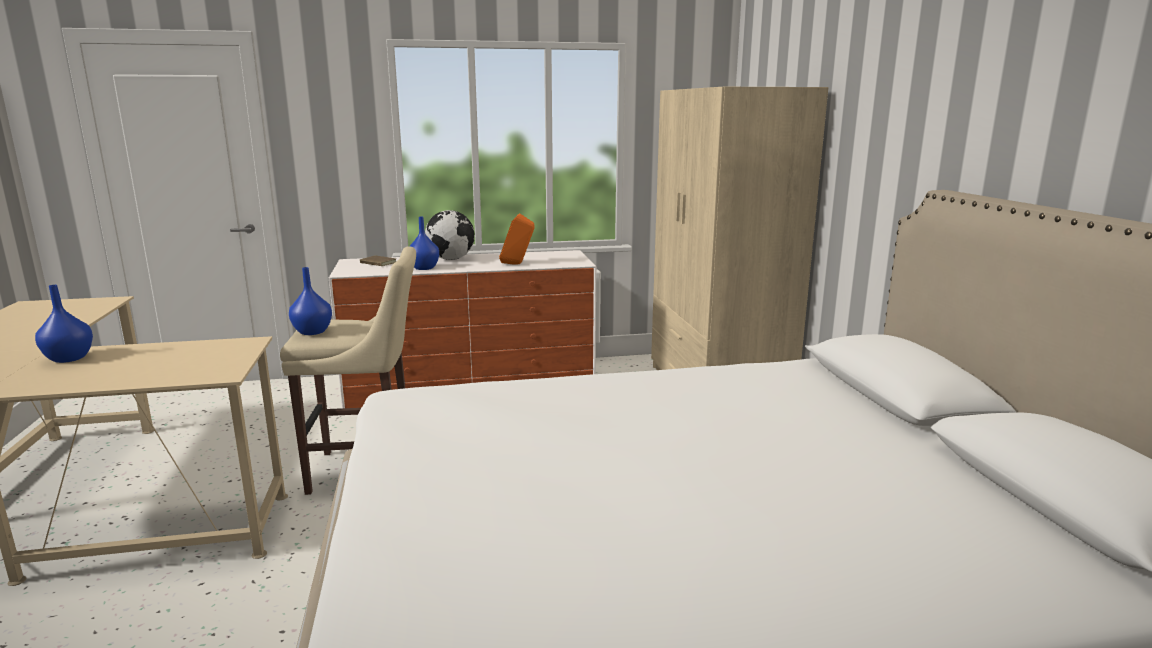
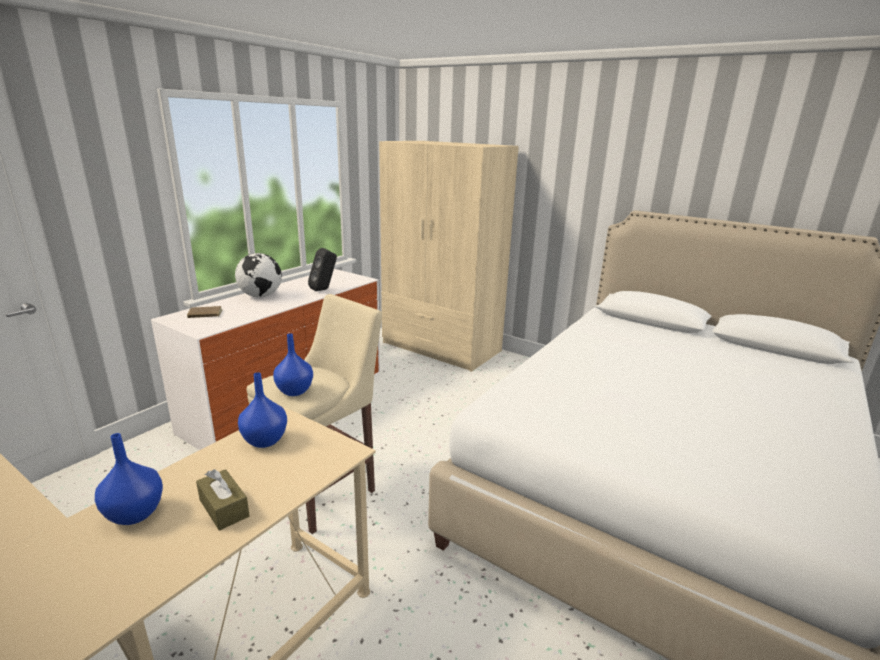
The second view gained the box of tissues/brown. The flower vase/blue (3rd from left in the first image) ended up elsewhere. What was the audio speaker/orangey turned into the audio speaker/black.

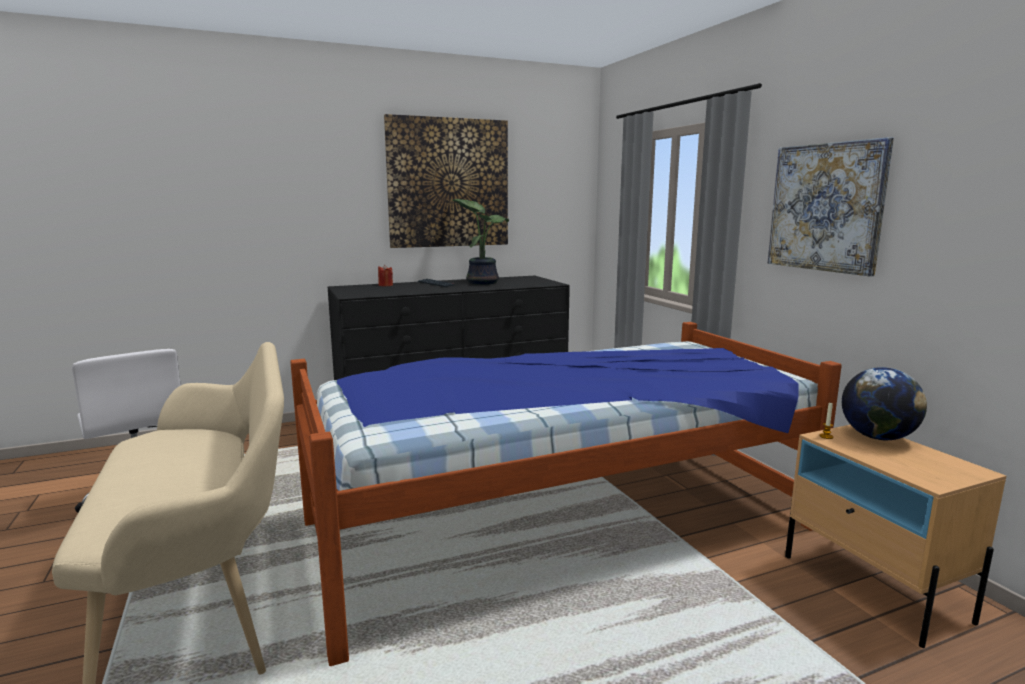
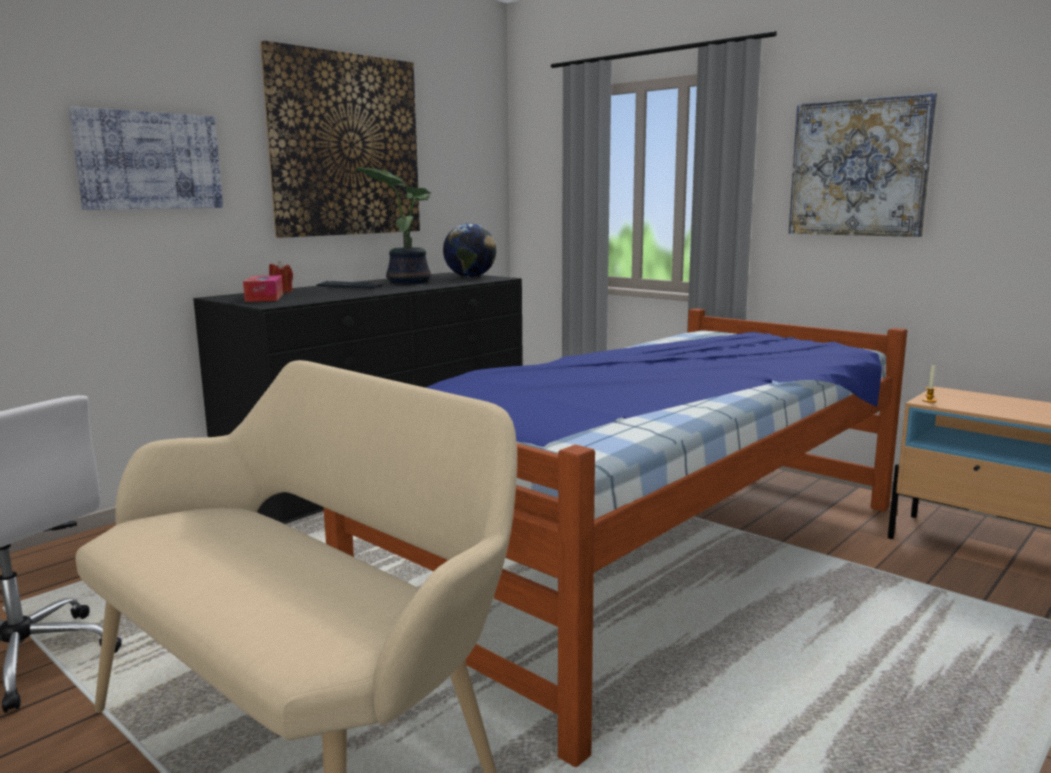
The second view gained the picture (1st from left). The second view gained the box of tissues. The world globe ended up elsewhere.

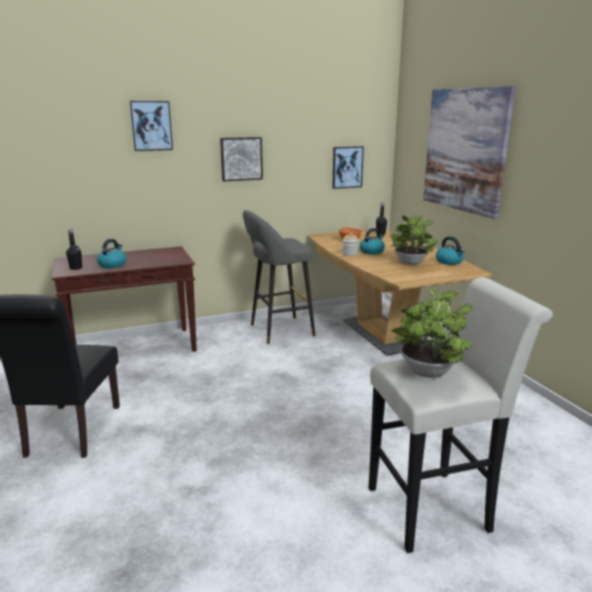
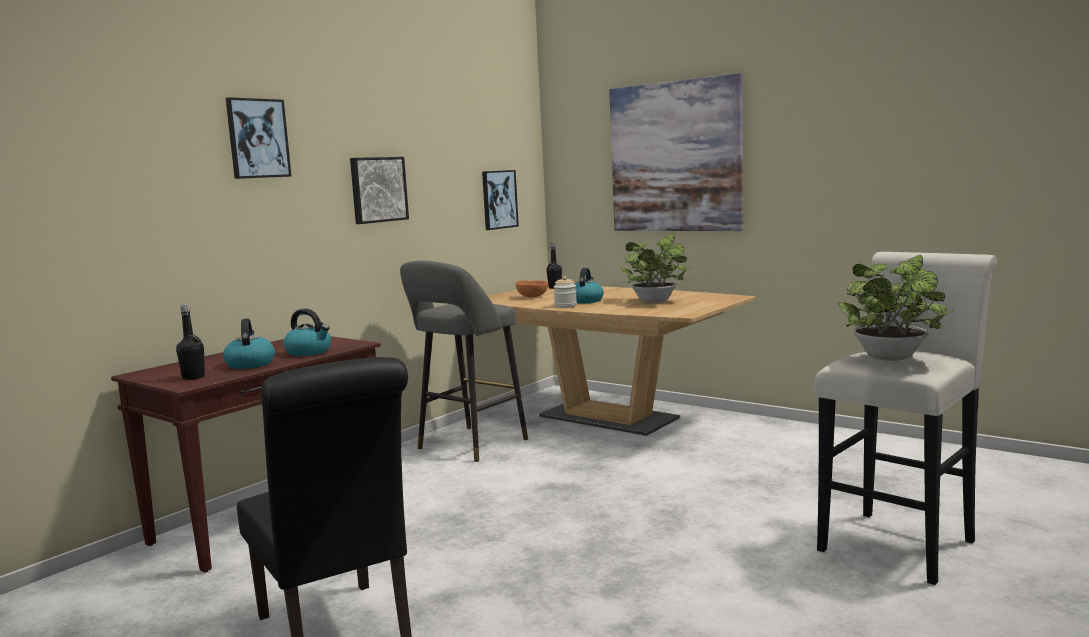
The kettle (3rd from left in the first image) ended up elsewhere.

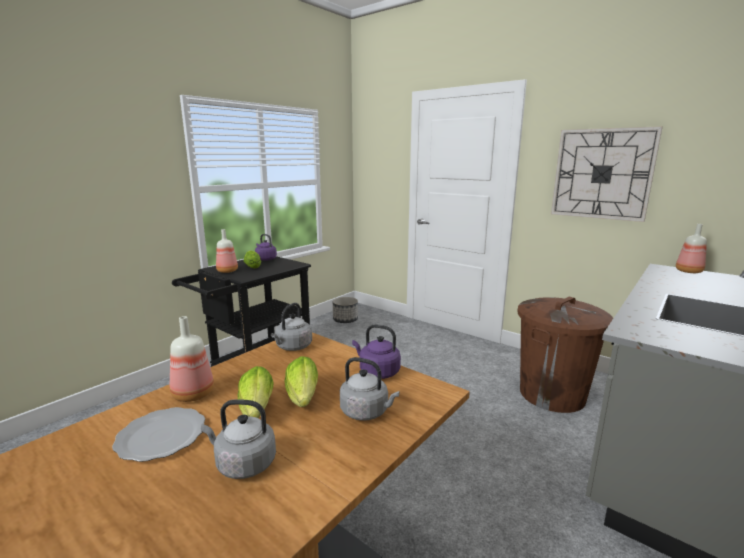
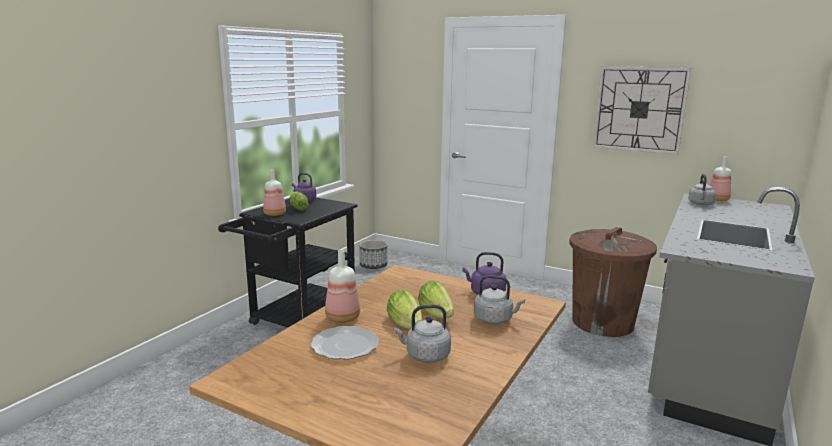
The kettle/gray (2nd from left in the first image) ended up elsewhere.

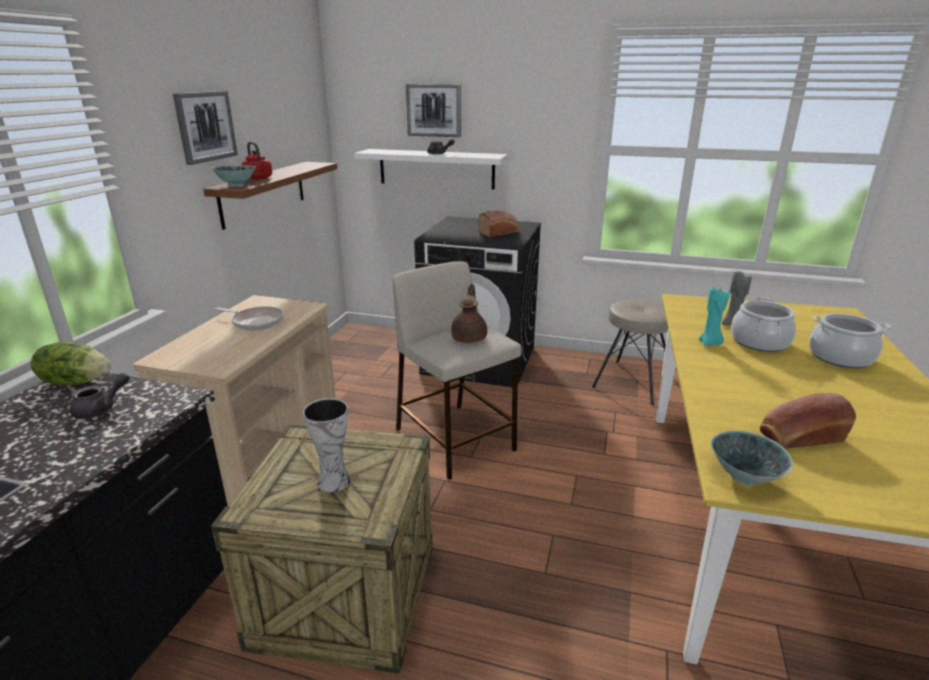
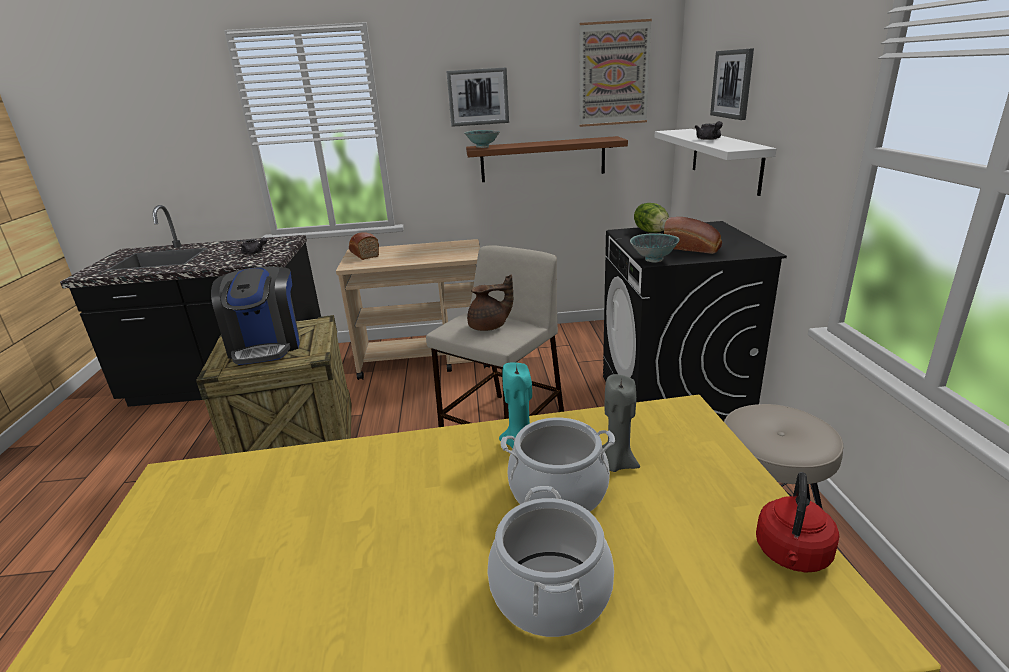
Where the flower vase stood, the coffee brewer came to stand. The bakery bread (2nd from left in the first image) ended up elsewhere. The second view gained the picture (2nd from left). The deep dish (2nd from left) ended up elsewhere. The head of lettuce ended up elsewhere. The kettle/reddish ended up elsewhere. The second view lost the skillet.

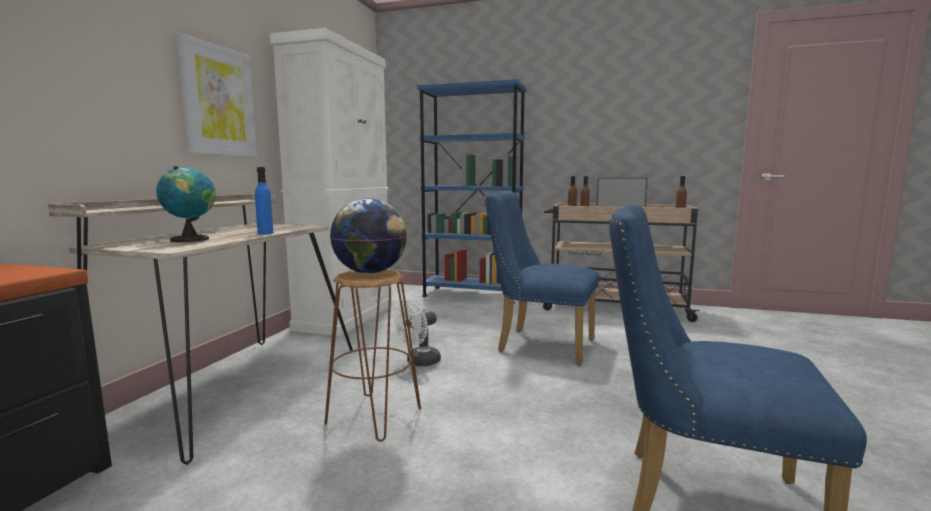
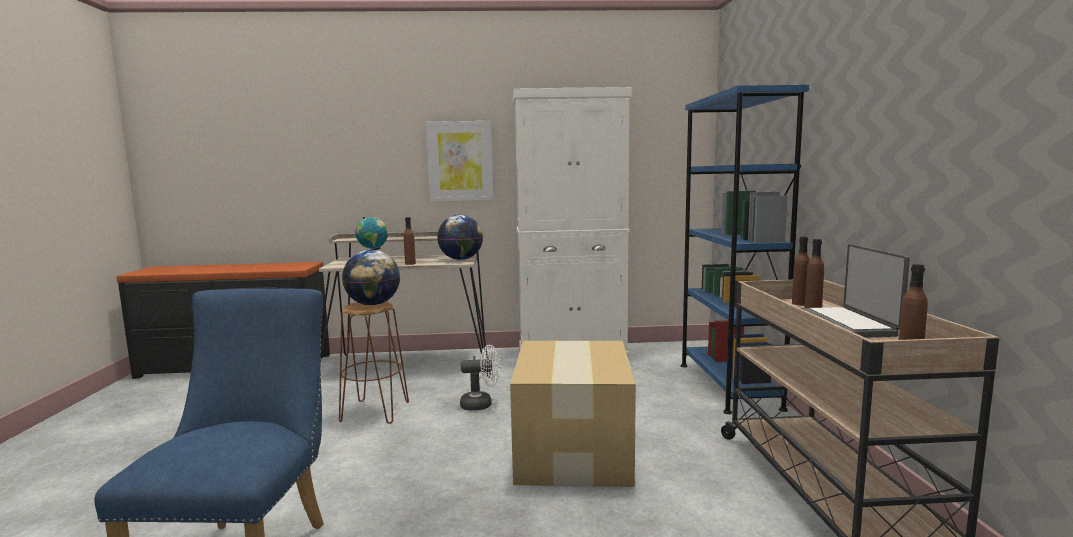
What was the drink bottle/blue turned into the drink bottle/brown (1st from left). The second view gained the world globe (3rd from left). The fan/white-coloured ended up facing another way, 150 degrees clockwise from before. Where the upright chair/blue (1st from left) stood, the packing box came to stand.

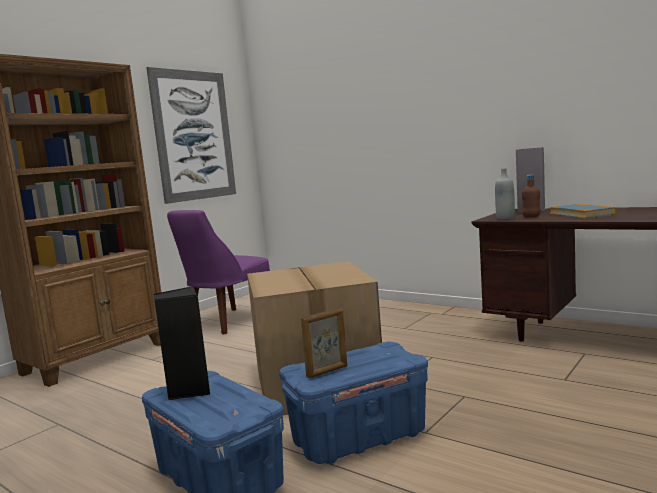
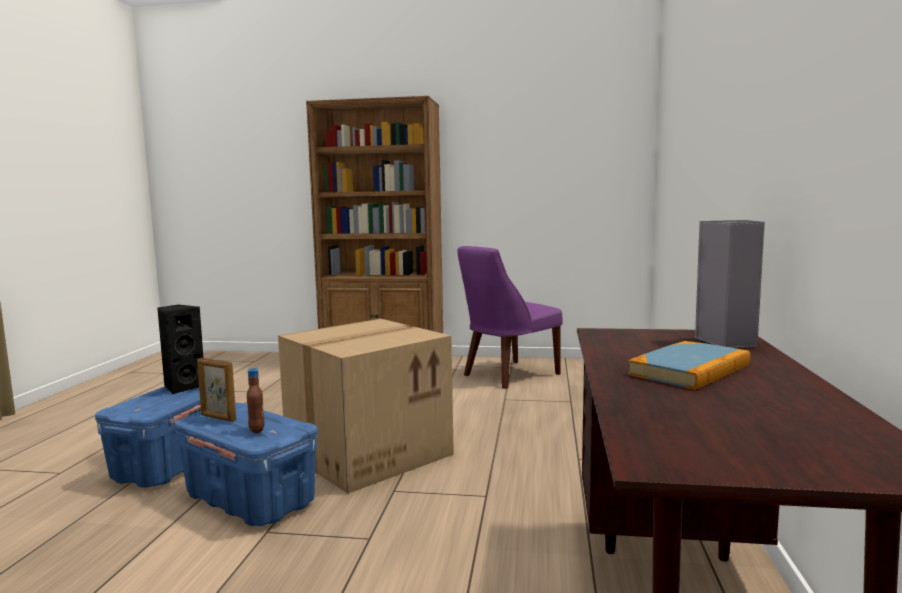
The drink bottle/brown ended up elsewhere. The upright chair/purple-coloured ended up facing another way, 45 degrees counterclockwise from before. The second view lost the picture. The second view lost the drink bottle/gray.

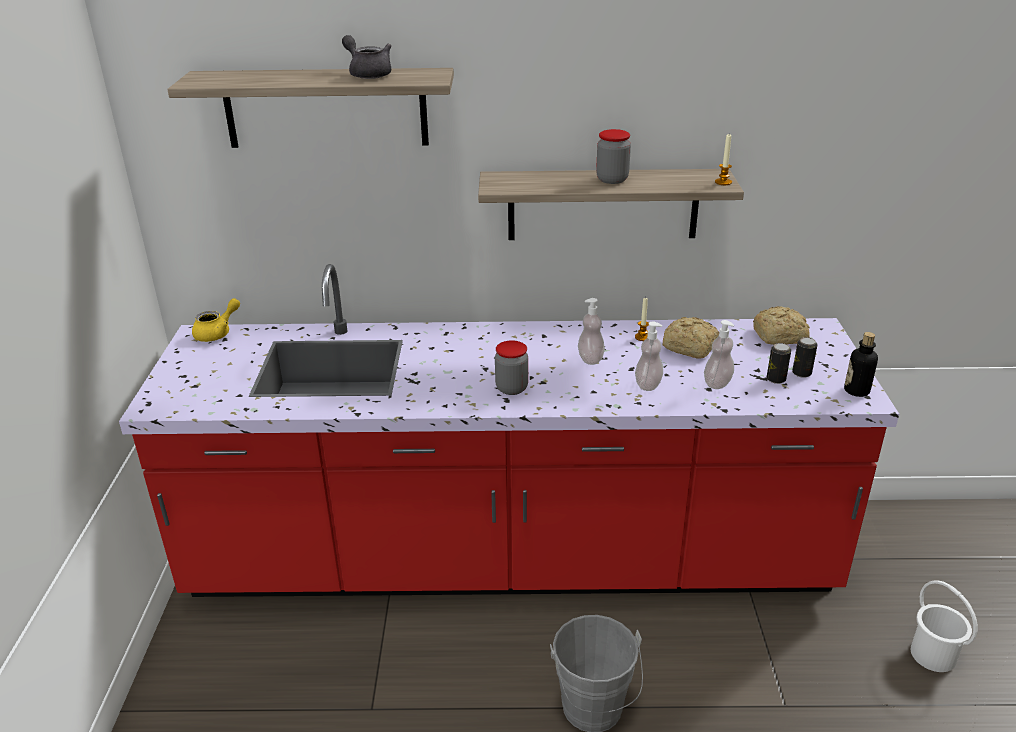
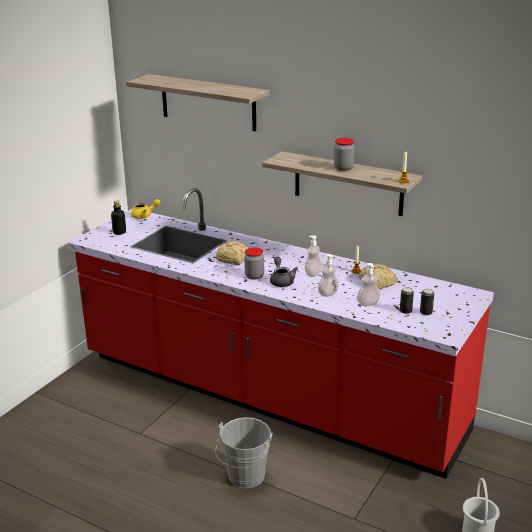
The drink bottle ended up elsewhere. The bakery bread (2nd from left in the first image) ended up elsewhere. The pot for tea/gray ended up elsewhere.

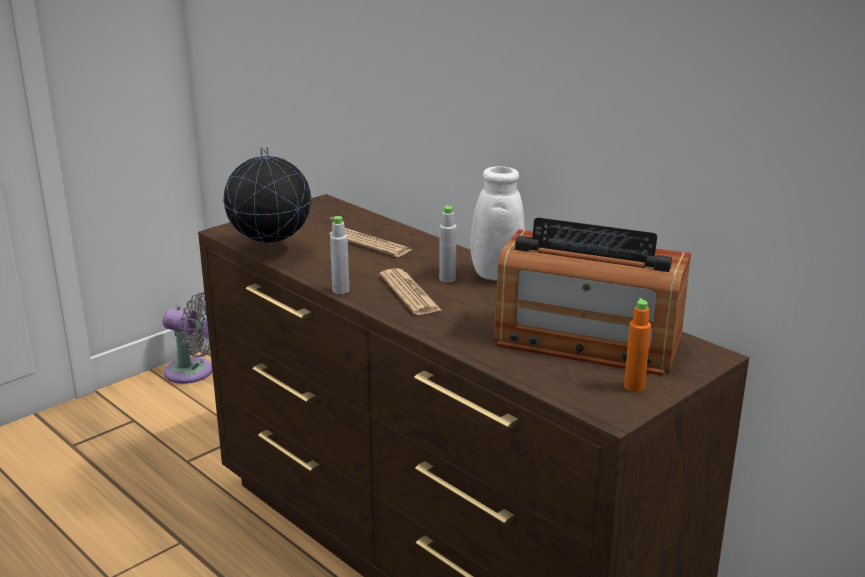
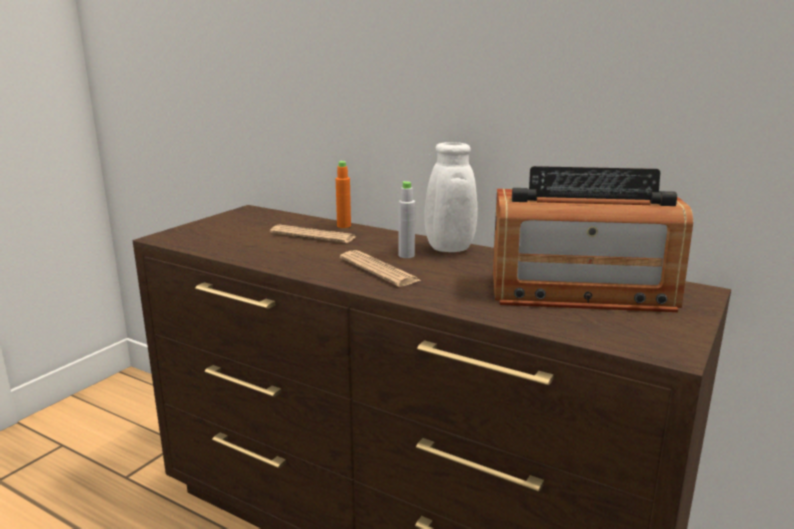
The drink bottle/orangey ended up elsewhere. The second view lost the fan/gray. The second view lost the world globe. The second view lost the drink bottle/gray (1st from left).

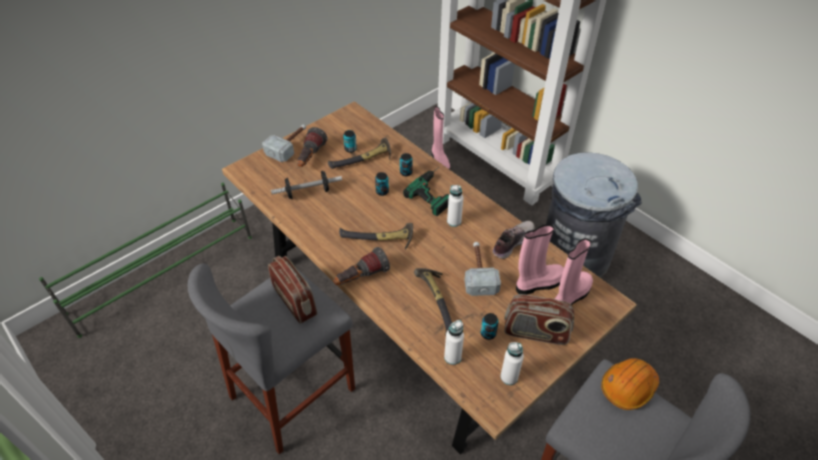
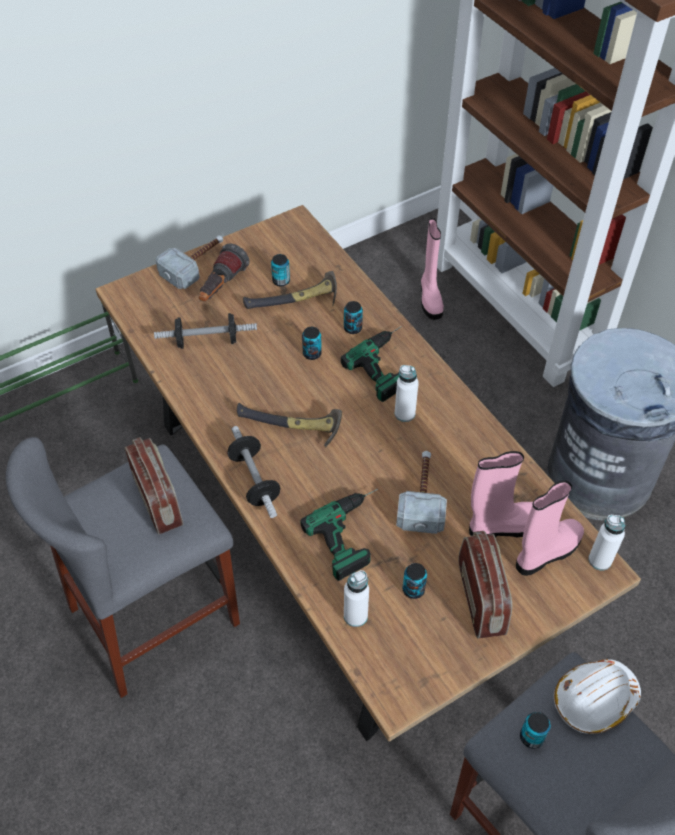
Where the hand torch (2nd from left) stood, the dumbbell (2nd from left) came to stand. Where the tool hammer (4th from left) stood, the power drill (1st from left) came to stand. The radio receiver (2nd from left) ended up facing another way, 120 degrees counterclockwise from before. The second view gained the sealed can (5th from left). What was the hard hat/orangey turned into the hard hat/white-coloured. The drink bottle/white-coloured (3rd from left) ended up elsewhere. The second view lost the shoe.

